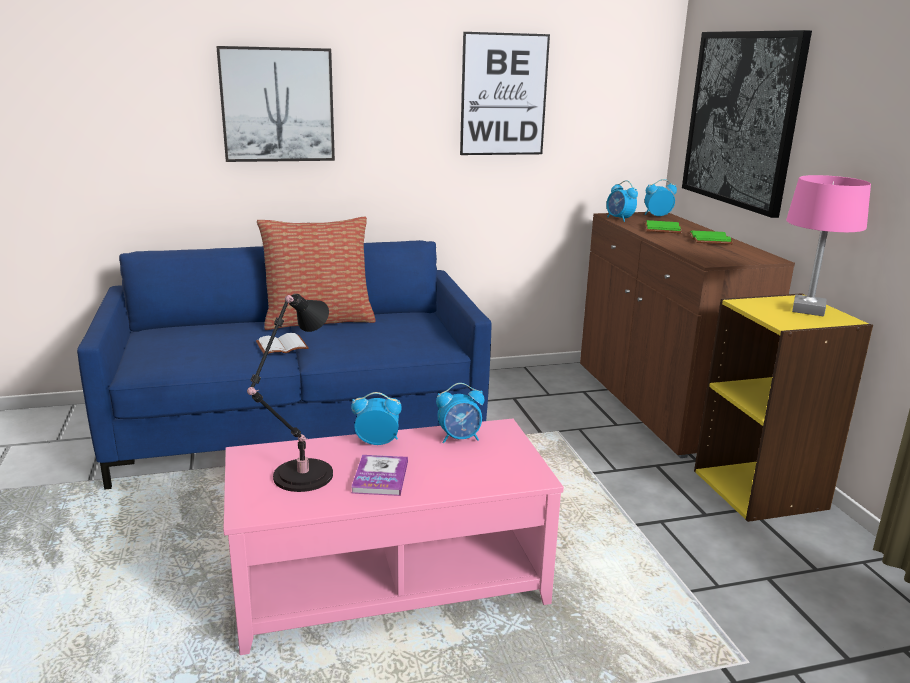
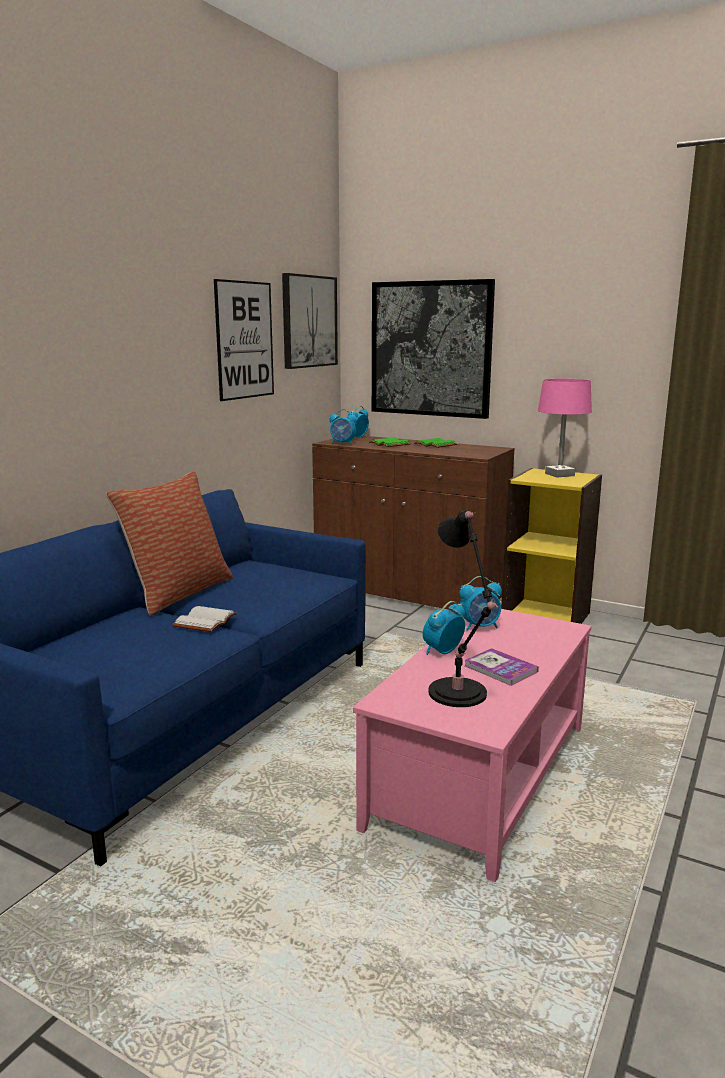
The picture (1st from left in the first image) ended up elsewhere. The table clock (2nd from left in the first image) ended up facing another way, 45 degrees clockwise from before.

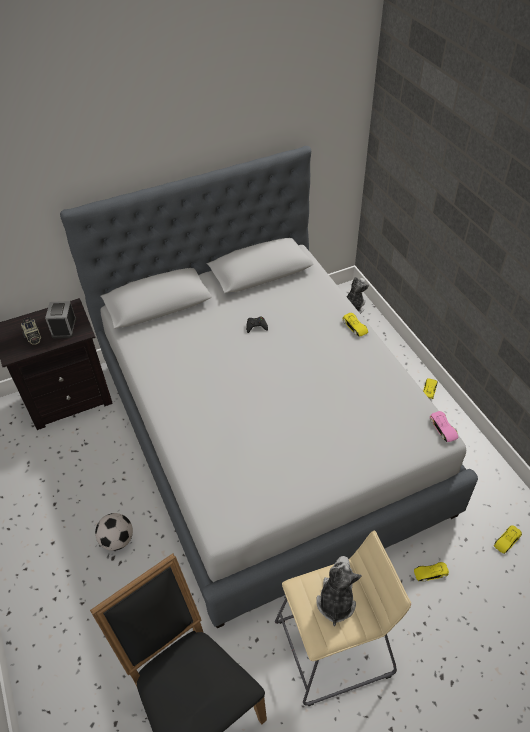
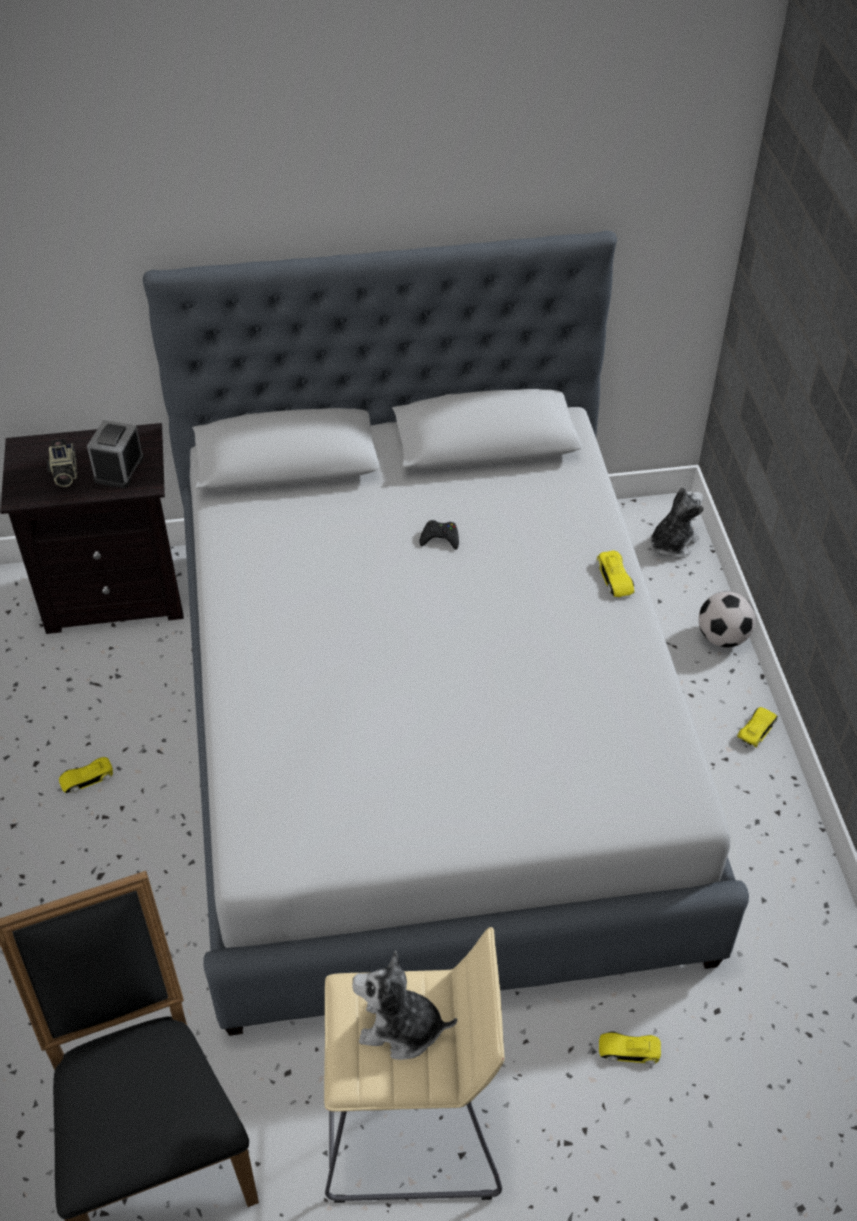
The miniature car/yellow (4th from left in the first image) ended up elsewhere. The plush toy (1st from left) ended up facing another way, 105 degrees counterclockwise from before. The football ended up elsewhere. The second view lost the miniature car/pinkish.

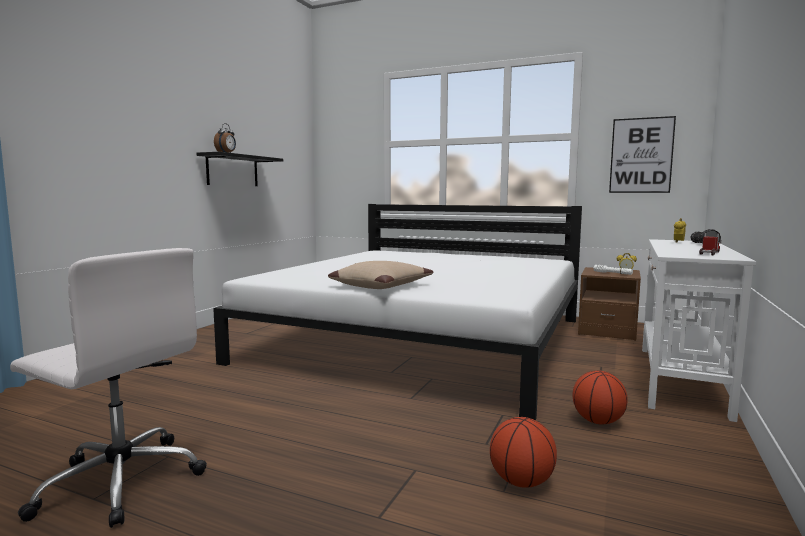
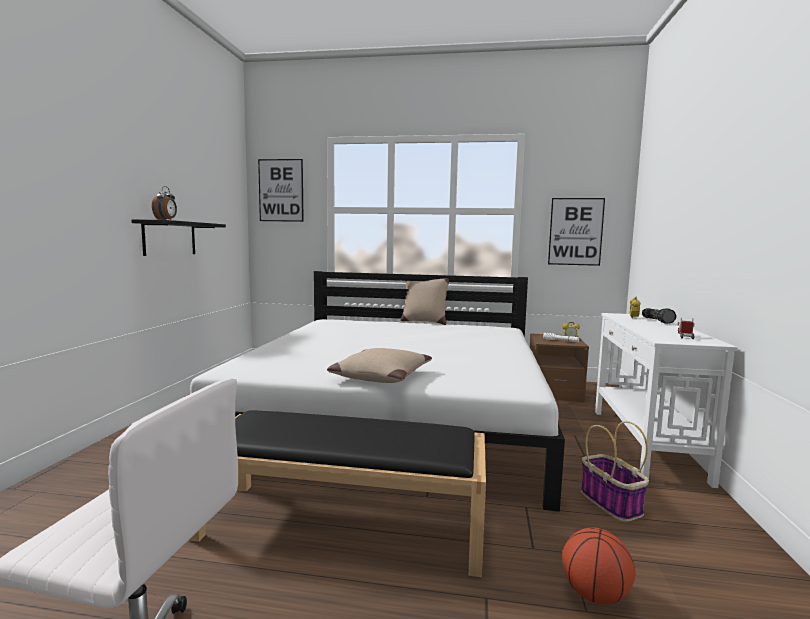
The second view gained the long seat/black. The second view gained the picture (1st from left). The second view gained the cushion/beige (2nd from left). Where the basketball (2nd from left) stood, the household basket came to stand.

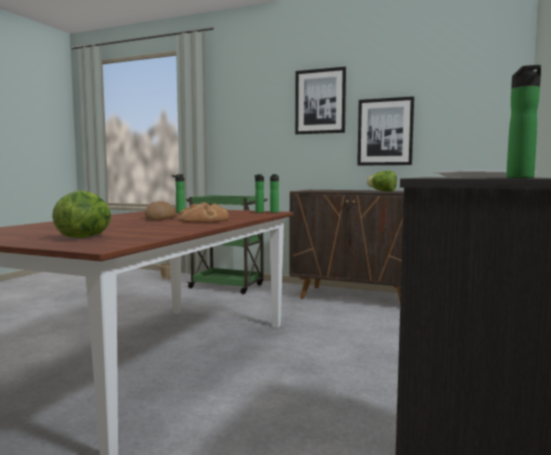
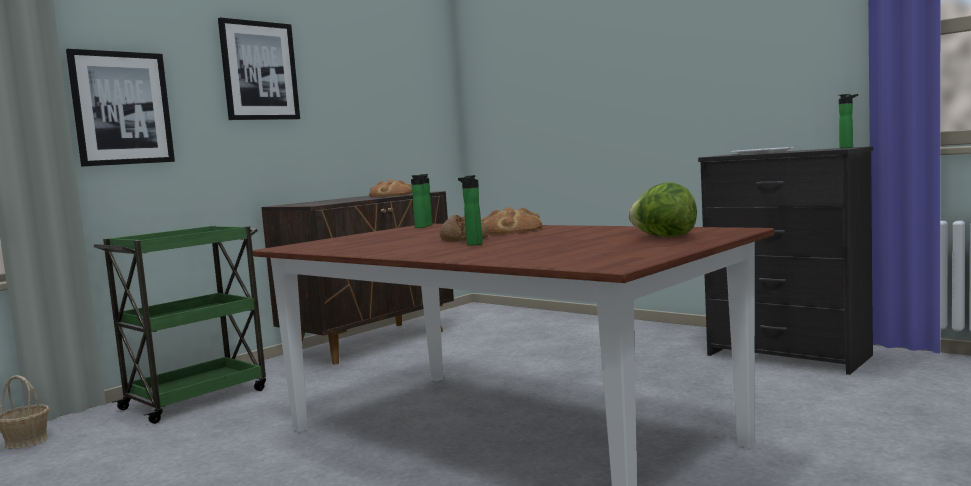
The picture (2nd from left in the first image) ended up elsewhere. Where the head of lettuce (2nd from left) stood, the bakery bread (1st from left) came to stand. The drink bottle (1st from left in the first image) ended up elsewhere.

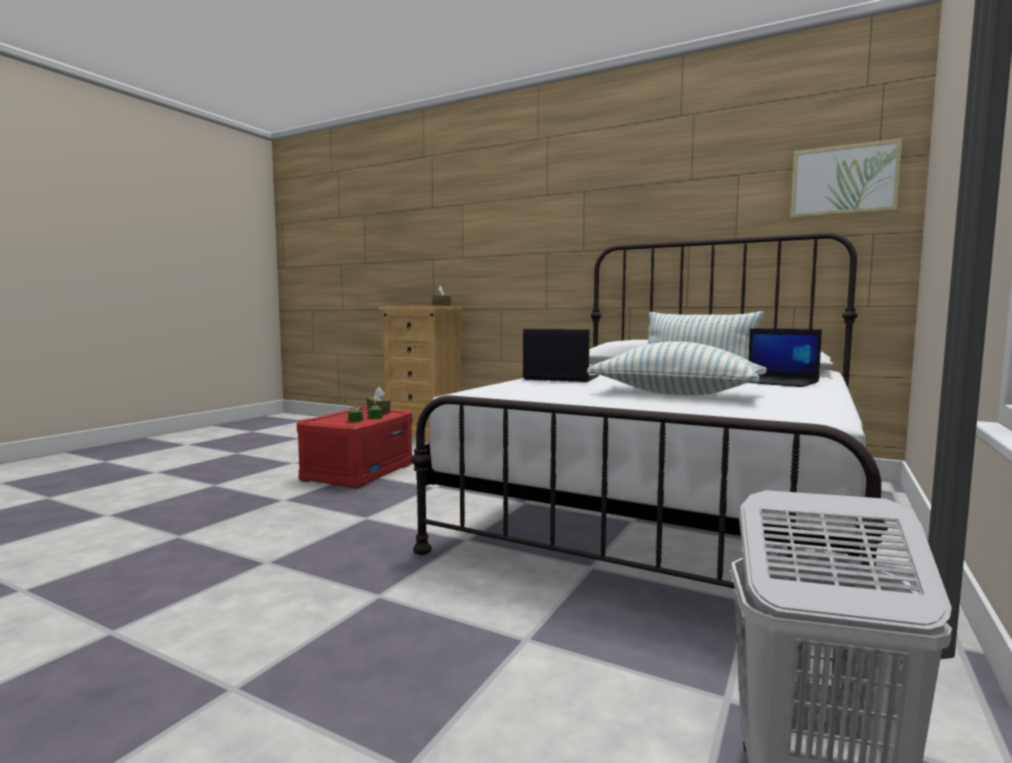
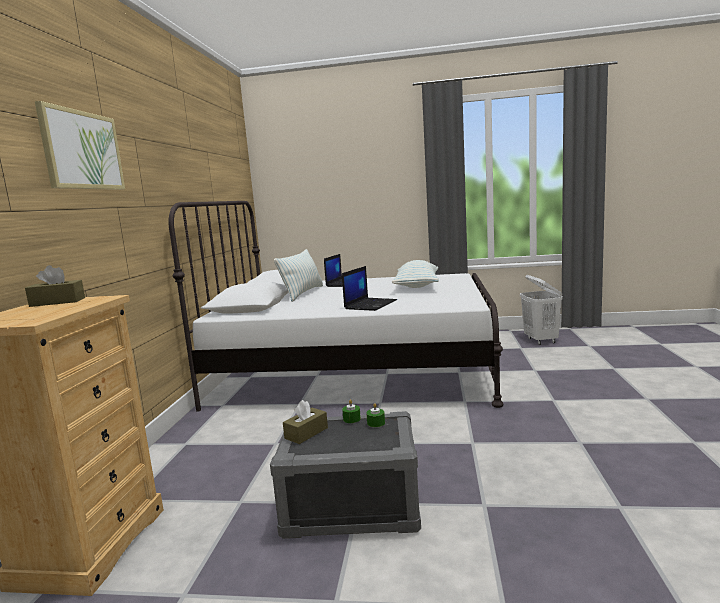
The picture ended up elsewhere. What was the storage box/reddish turned into the storage box/gray. The notebook computer (1st from left in the first image) ended up facing another way, 150 degrees counterclockwise from before.

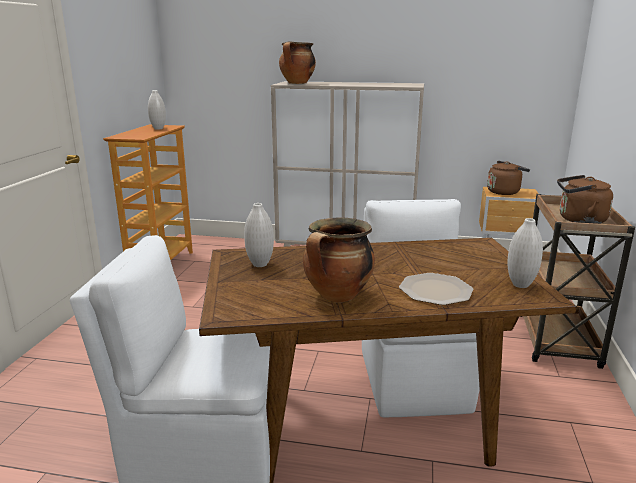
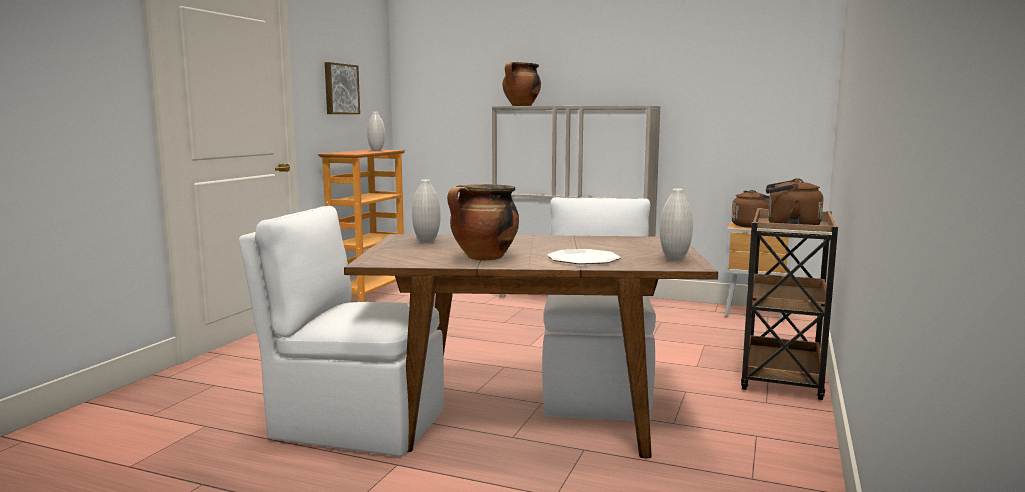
The second view gained the picture.

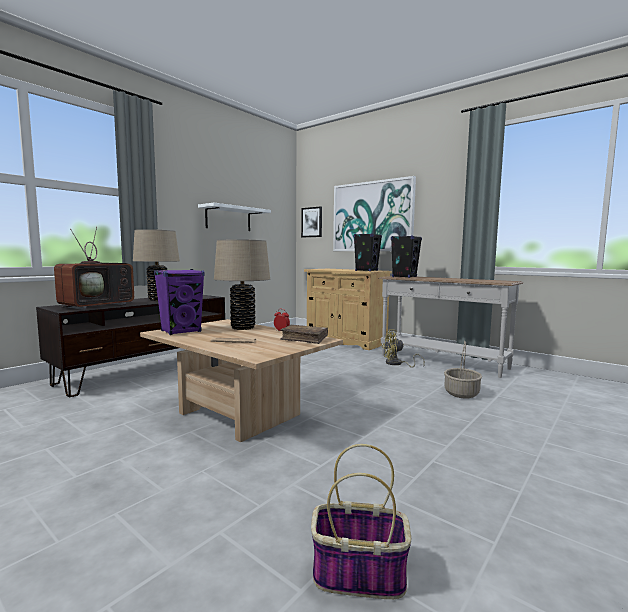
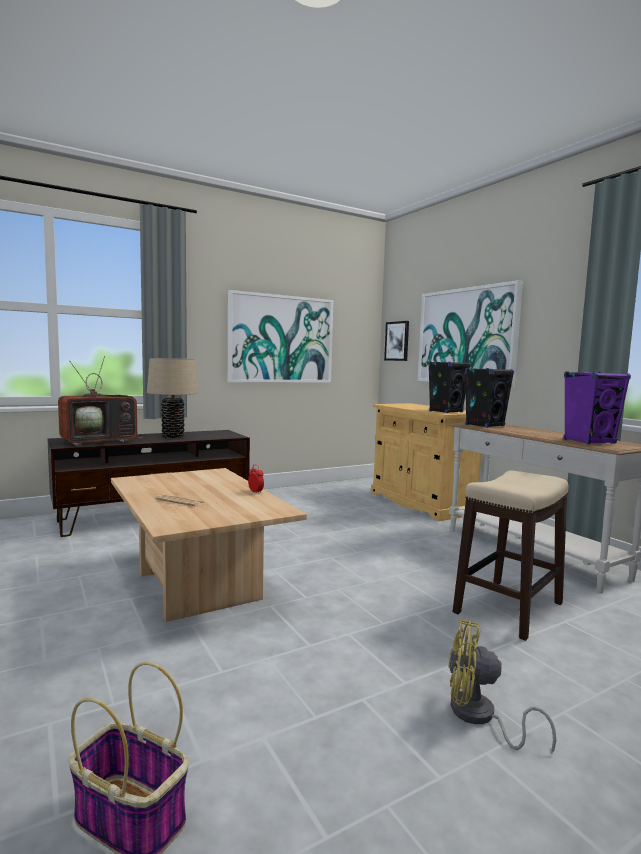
Where the wall shelf/white-coloured hung, the picture (1st from left) came to hang. The fan/yellow ended up elsewhere. Where the household basket (2nd from left) stood, the stool seat came to stand. The audio speaker/purple-coloured ended up elsewhere. The second view lost the lamp for a table/beige (2nd from left). The second view lost the book/brown.

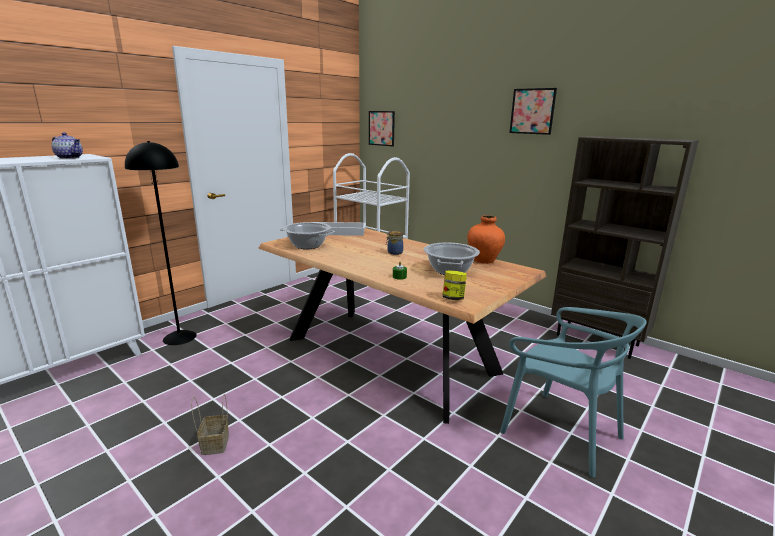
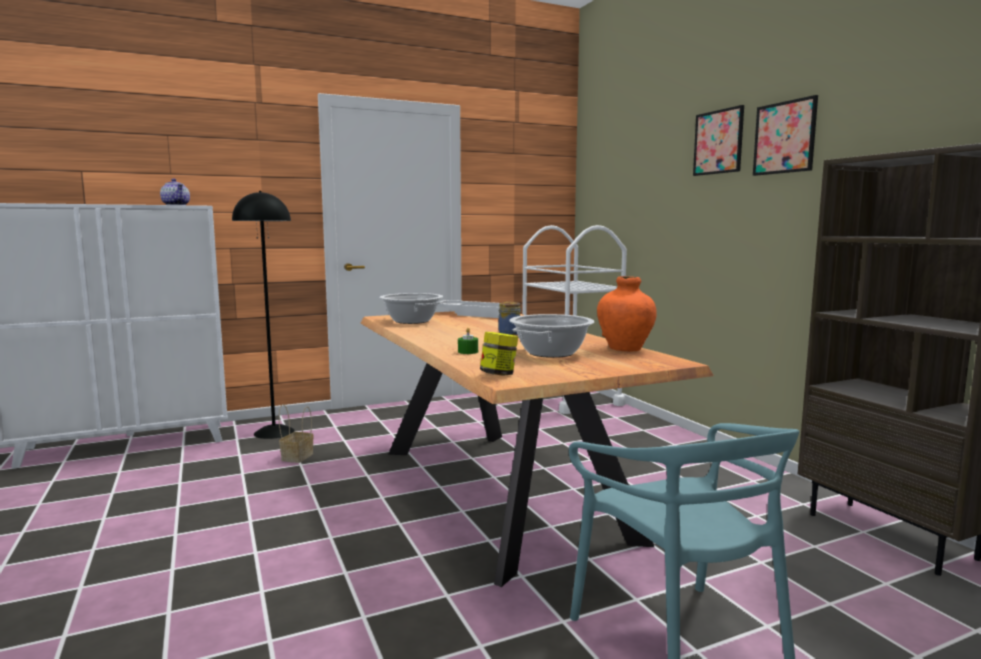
The household basket ended up elsewhere. The picture (1st from left) ended up elsewhere.

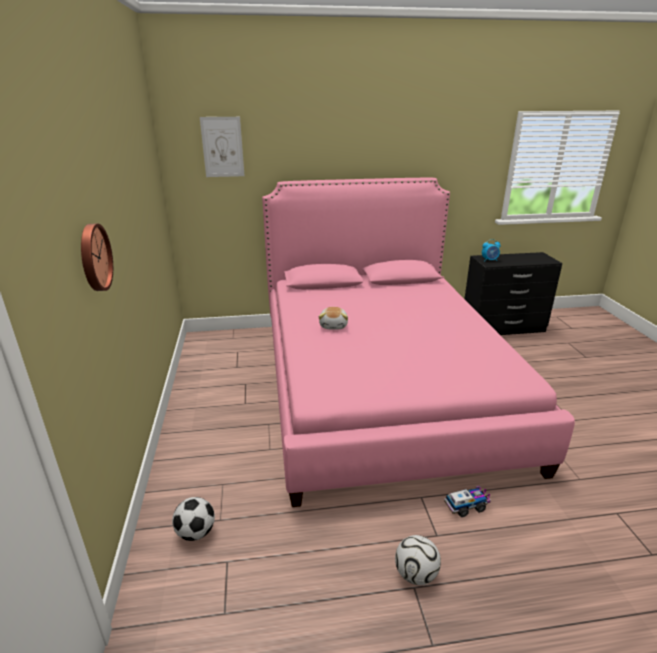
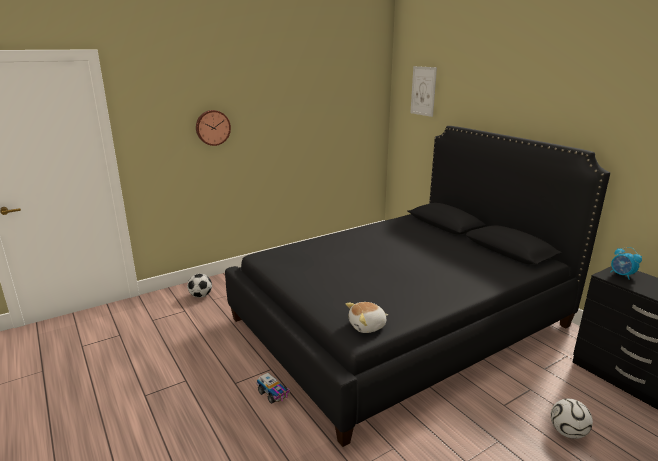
What was the sleeping bed/pinkish turned into the sleeping bed/black. The plush toy ended up elsewhere. The football (2nd from left) ended up elsewhere.

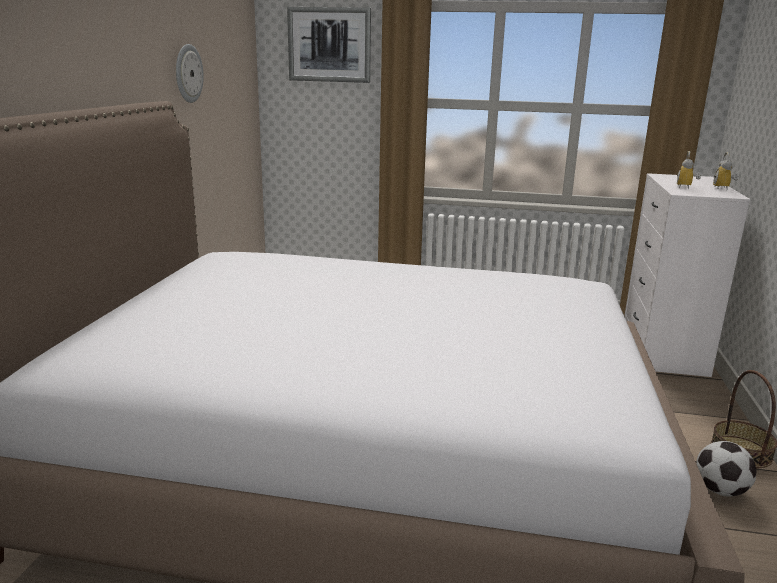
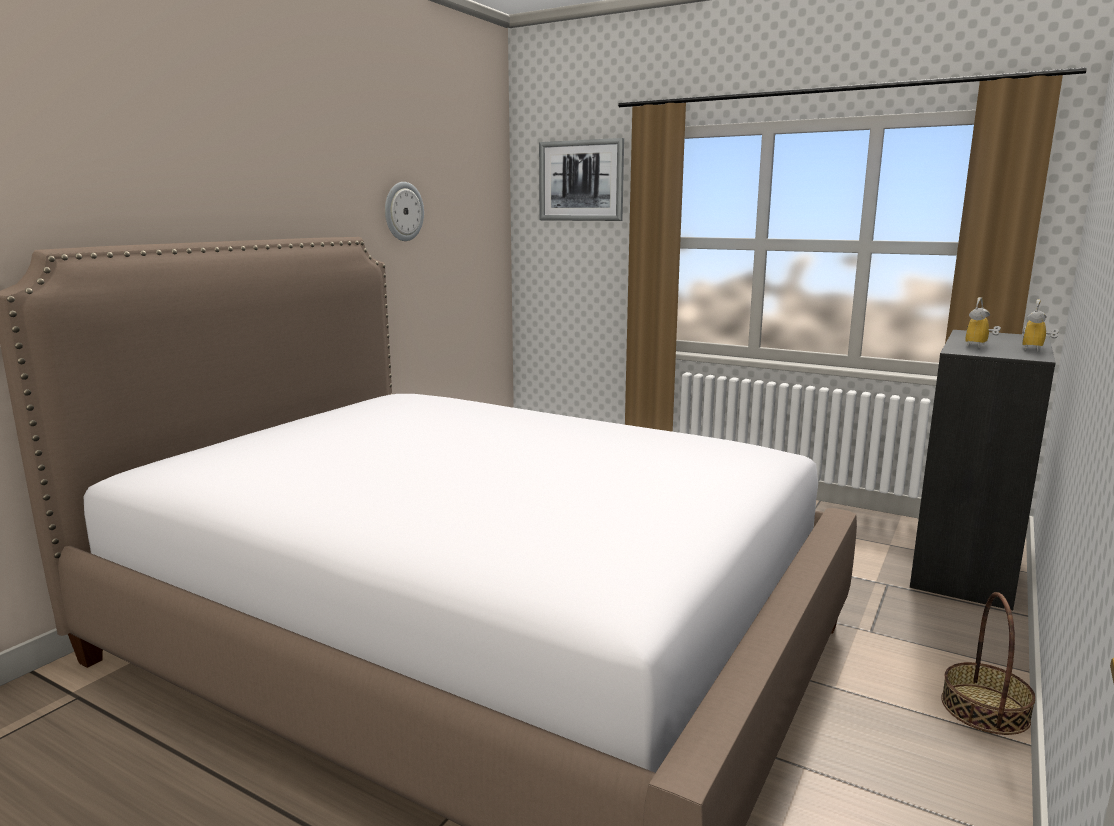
What was the chest of drawers/white-coloured turned into the chest of drawers/black. The second view lost the football.

